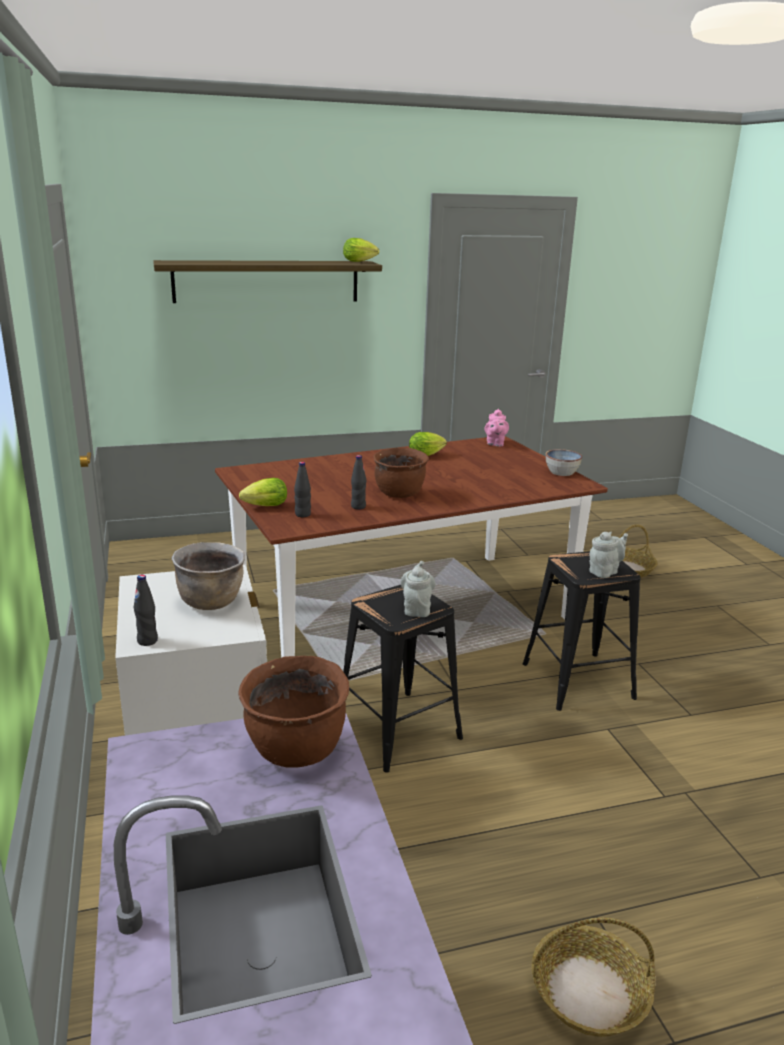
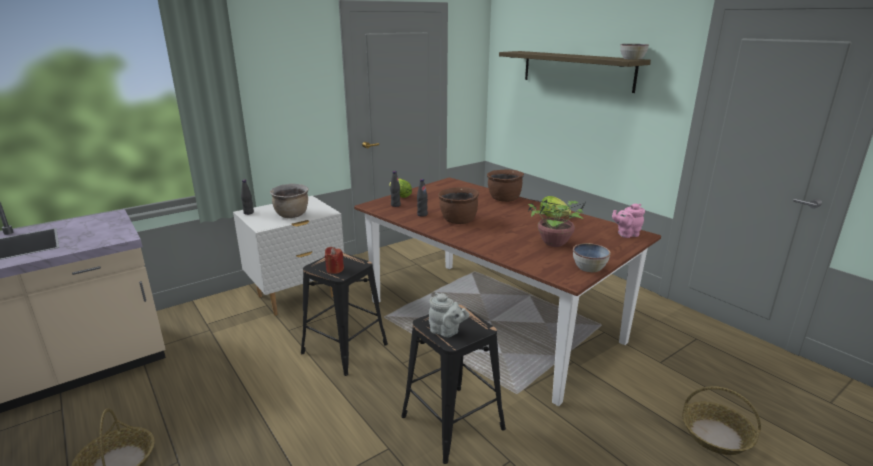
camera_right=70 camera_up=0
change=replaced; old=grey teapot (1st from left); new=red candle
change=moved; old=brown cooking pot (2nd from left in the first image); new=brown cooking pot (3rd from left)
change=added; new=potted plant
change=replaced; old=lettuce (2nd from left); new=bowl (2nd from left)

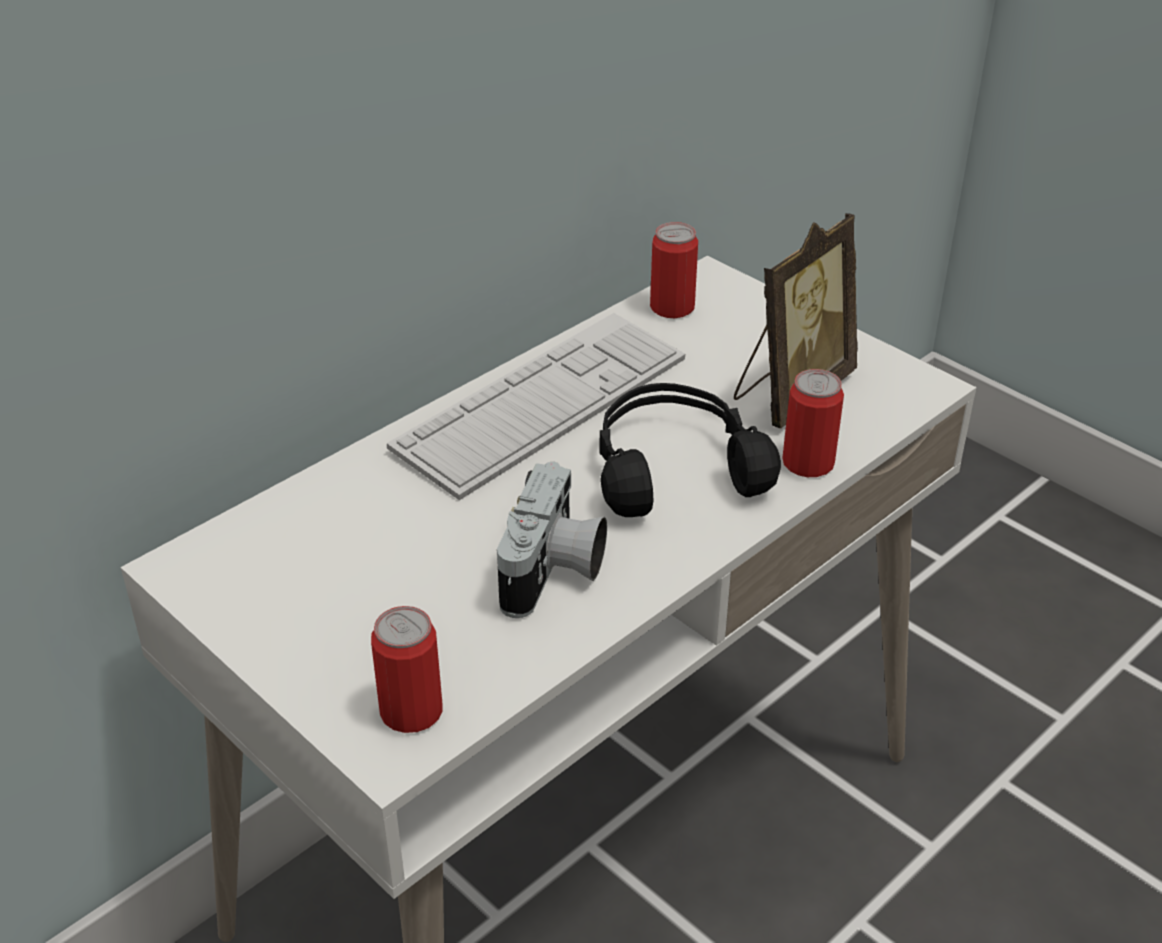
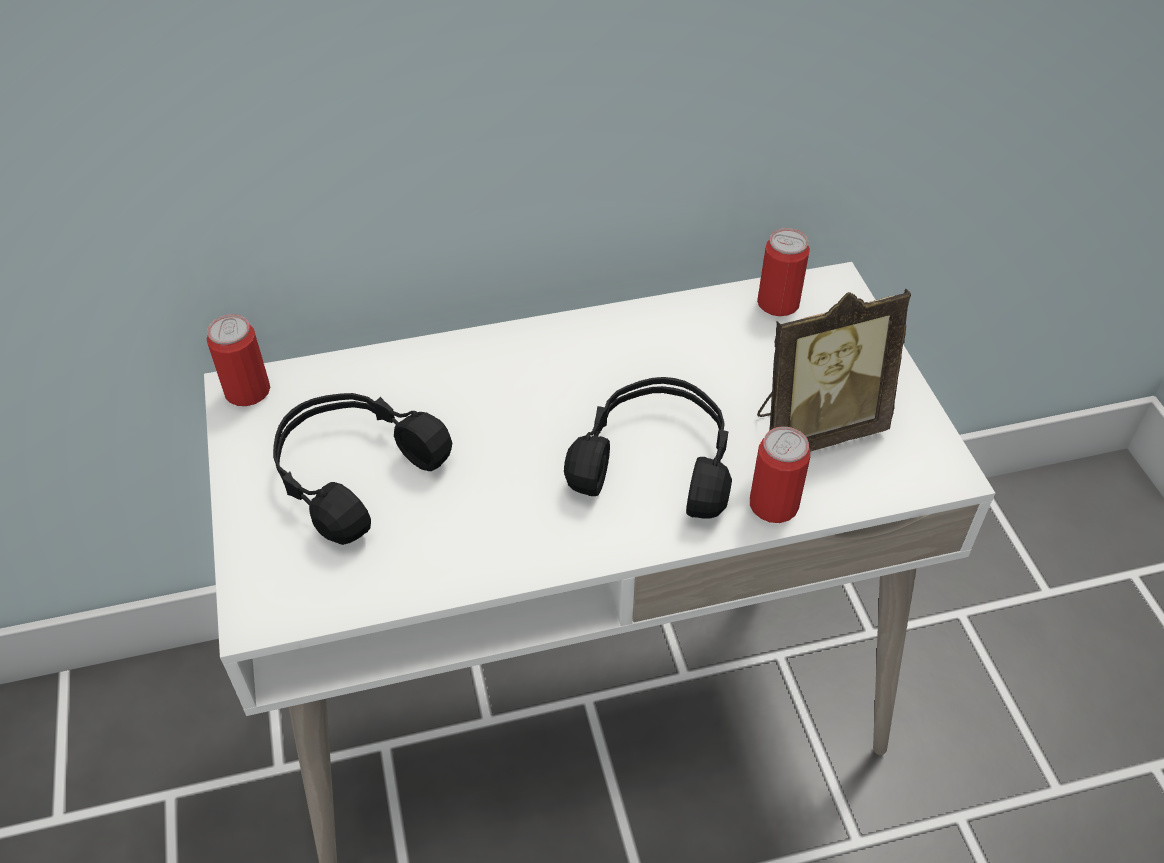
camera_right=30 camera_up=10
change=moved; old=can (1st from left)
change=added; new=black headphones (1st from left)
change=removed; old=keyboard
change=removed; old=photo camera

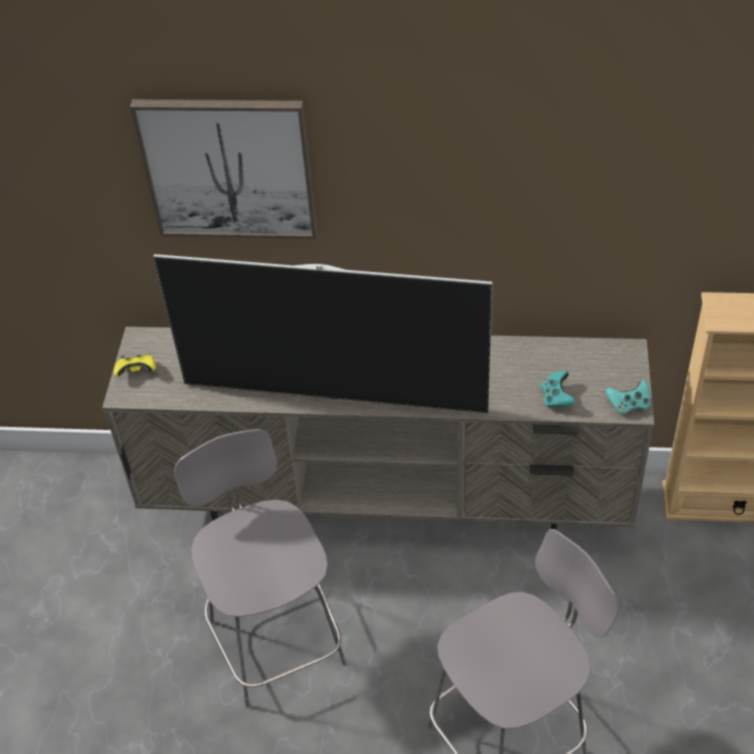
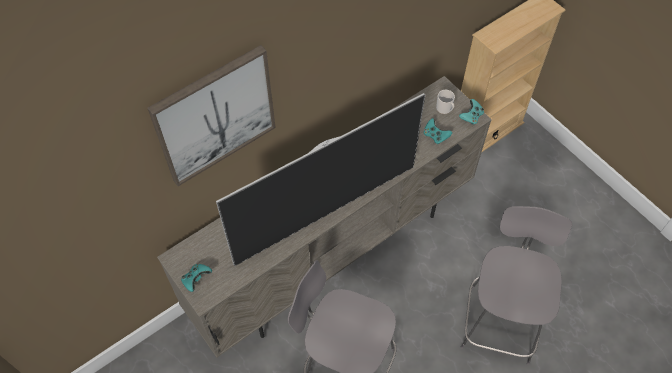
camera_right=-45 camera_up=10
change=recoloured; old=yellow game controller; new=turquoise game controller (1st from left)
change=added; new=mug

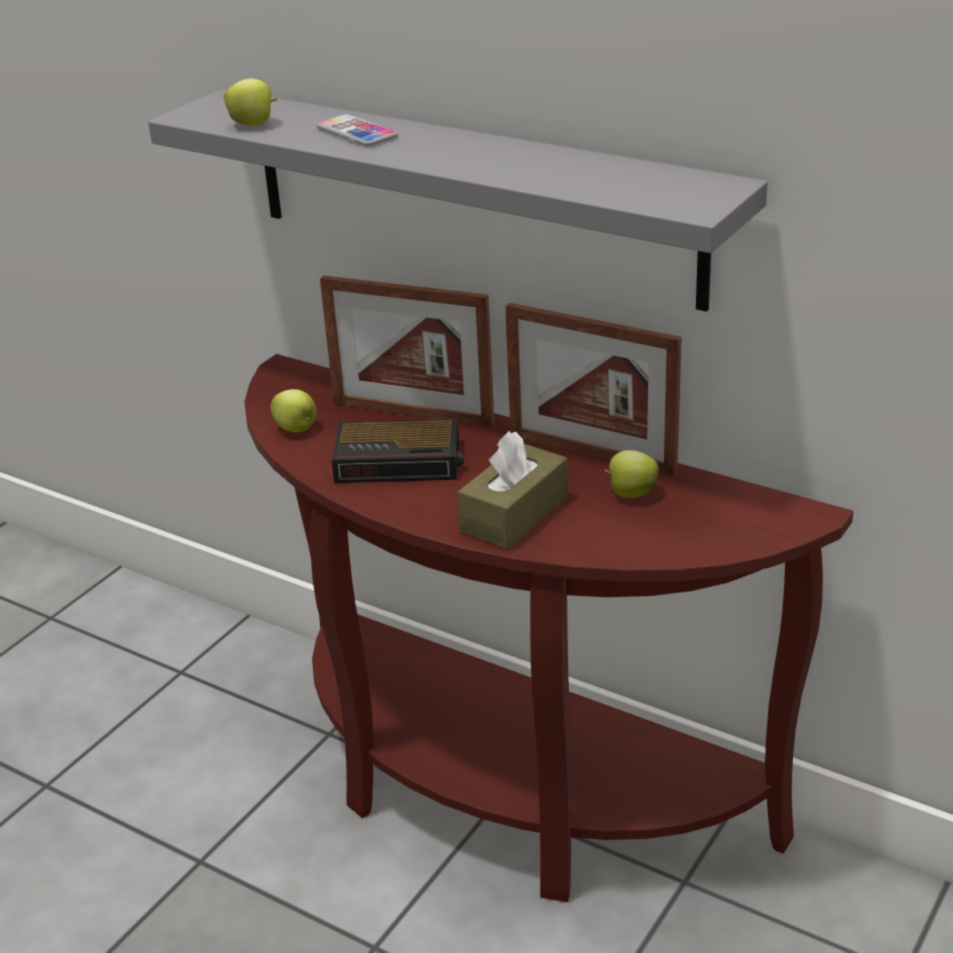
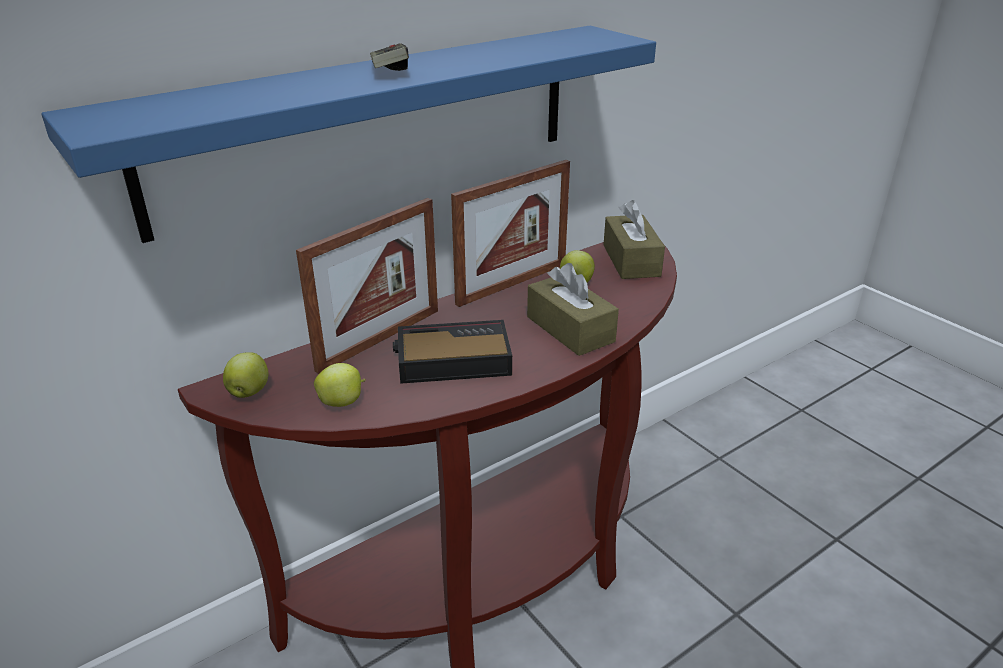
camera_right=-70 camera_up=0
change=recoloured; old=grey shelf; new=blue shelf
change=moved; old=apple (1st from left)
change=added; new=game controller
change=turned; old=alarm clock; degrees=-120
change=added; new=brown tissue box (2nd from left)
change=removed; old=phone

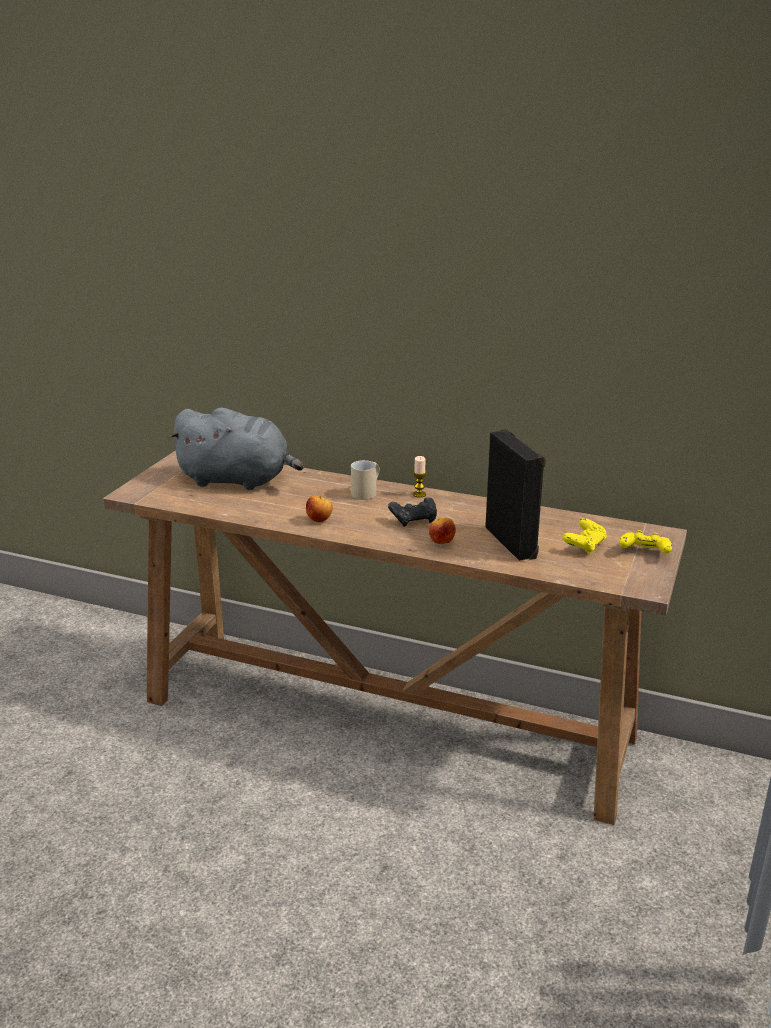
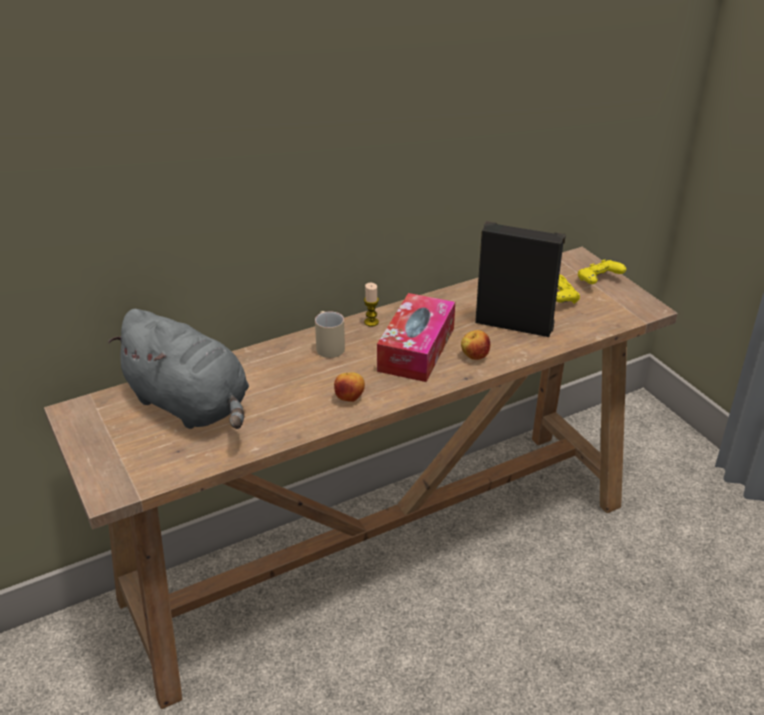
camera_right=-50 camera_up=10
change=turned; old=grey plush toy; degrees=75
change=replaced; old=black game controller; new=tissue box

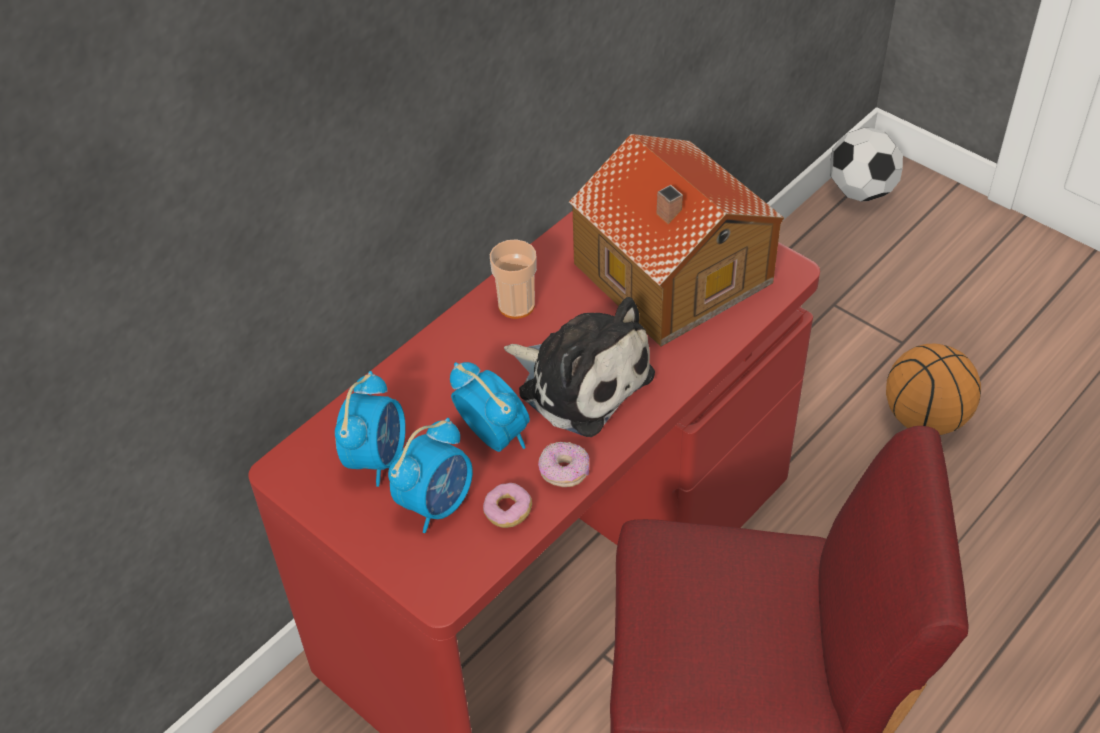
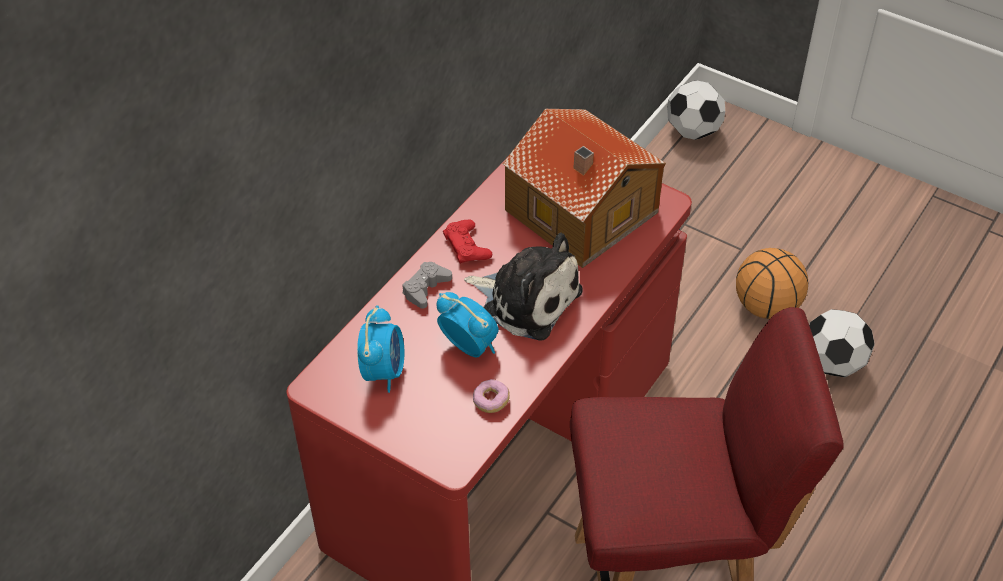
camera_right=-10 camera_up=0
change=added; new=grey game controller
change=replaced; old=cup; new=red game controller
change=added; new=football (2nd from left)
change=removed; old=alarm clock (2nd from left)
change=removed; old=donut (2nd from left)

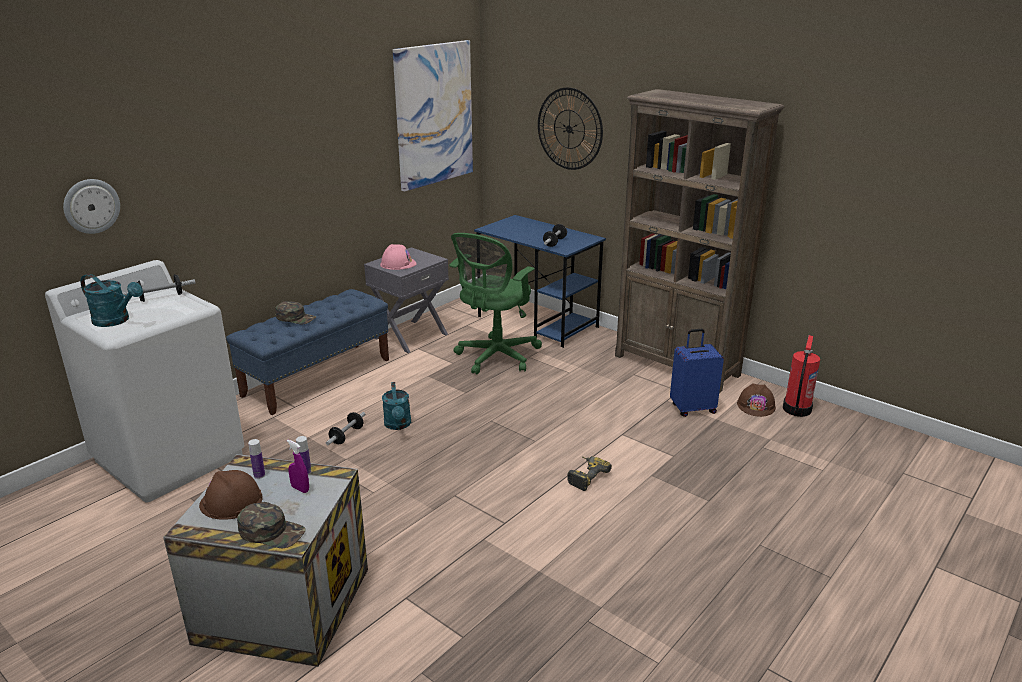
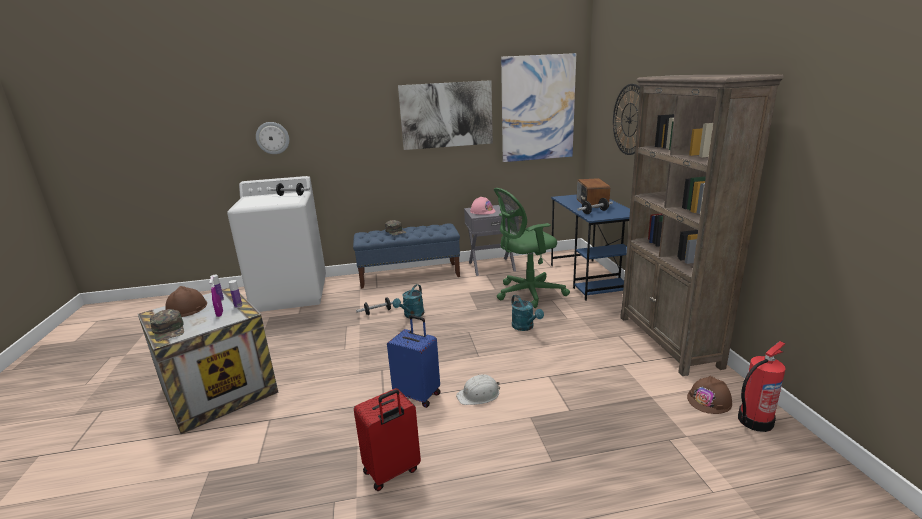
camera_right=40 camera_up=-5
change=added; new=red suitcase
change=moved; old=blue suitcase
change=added; new=picture (1st from left)
change=replaced; old=power drill; new=white hard hat
change=moved; old=turquoise watering can (1st from left in the first image); new=turquoise watering can (2nd from left)
change=added; new=radio

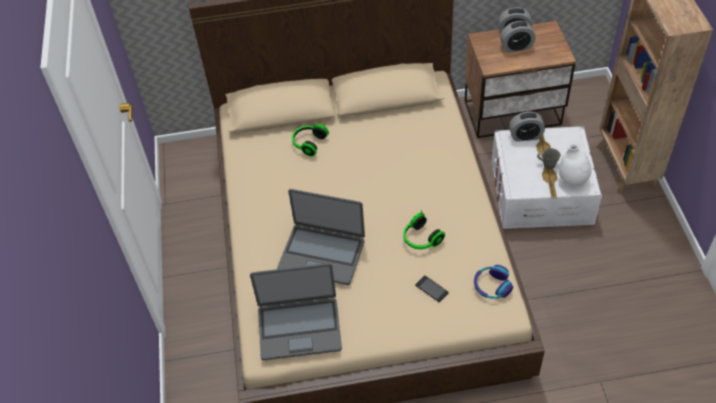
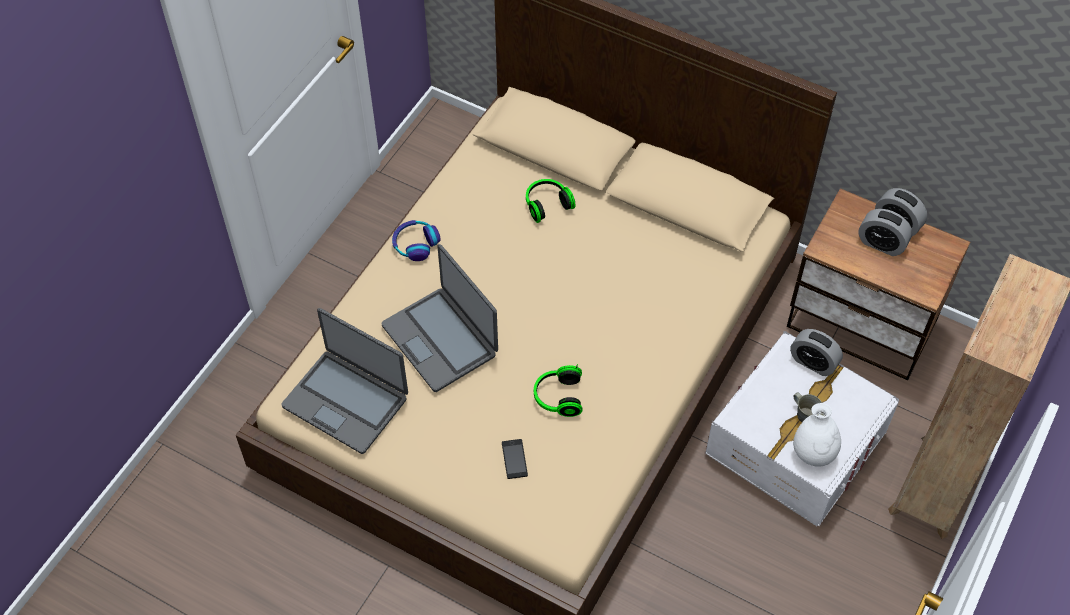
camera_right=35 camera_up=5
change=moved; old=headphones (3rd from left in the first image); new=headphones (1st from left)

